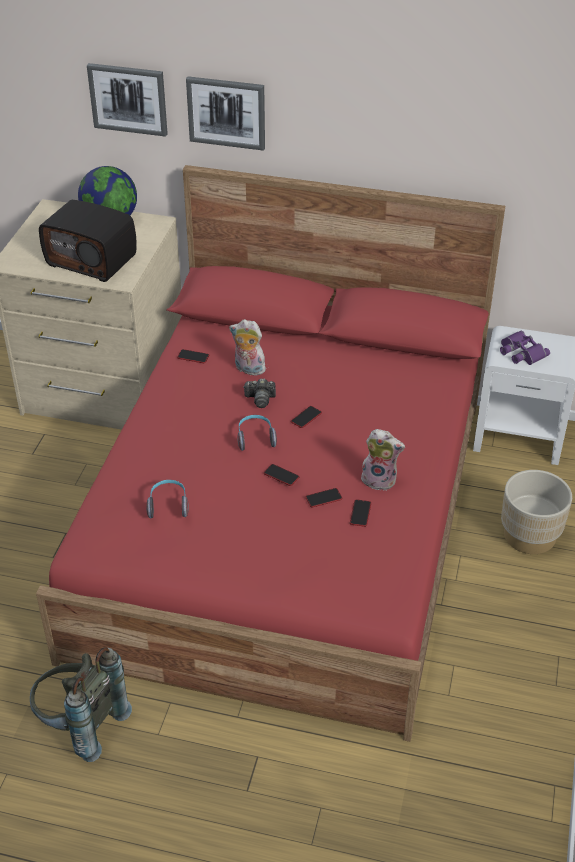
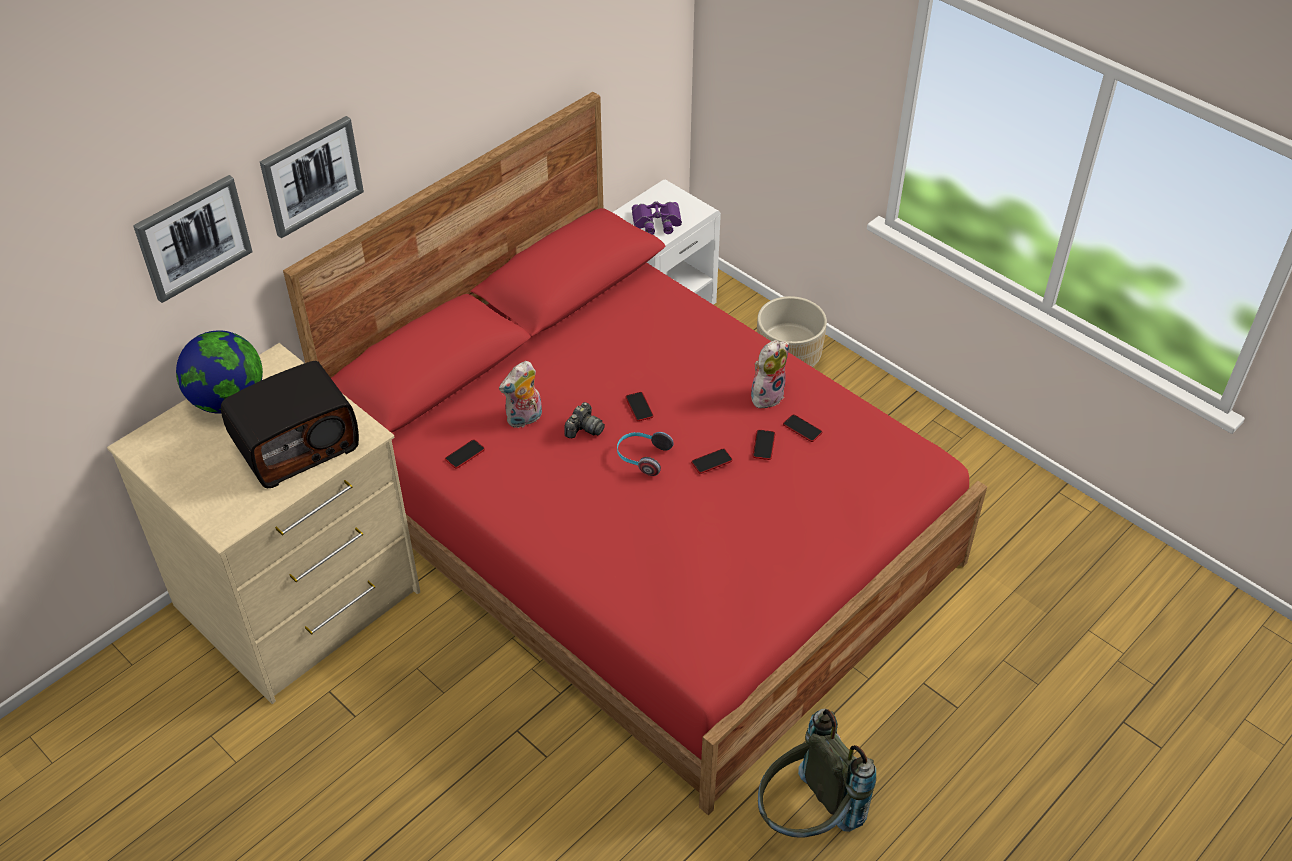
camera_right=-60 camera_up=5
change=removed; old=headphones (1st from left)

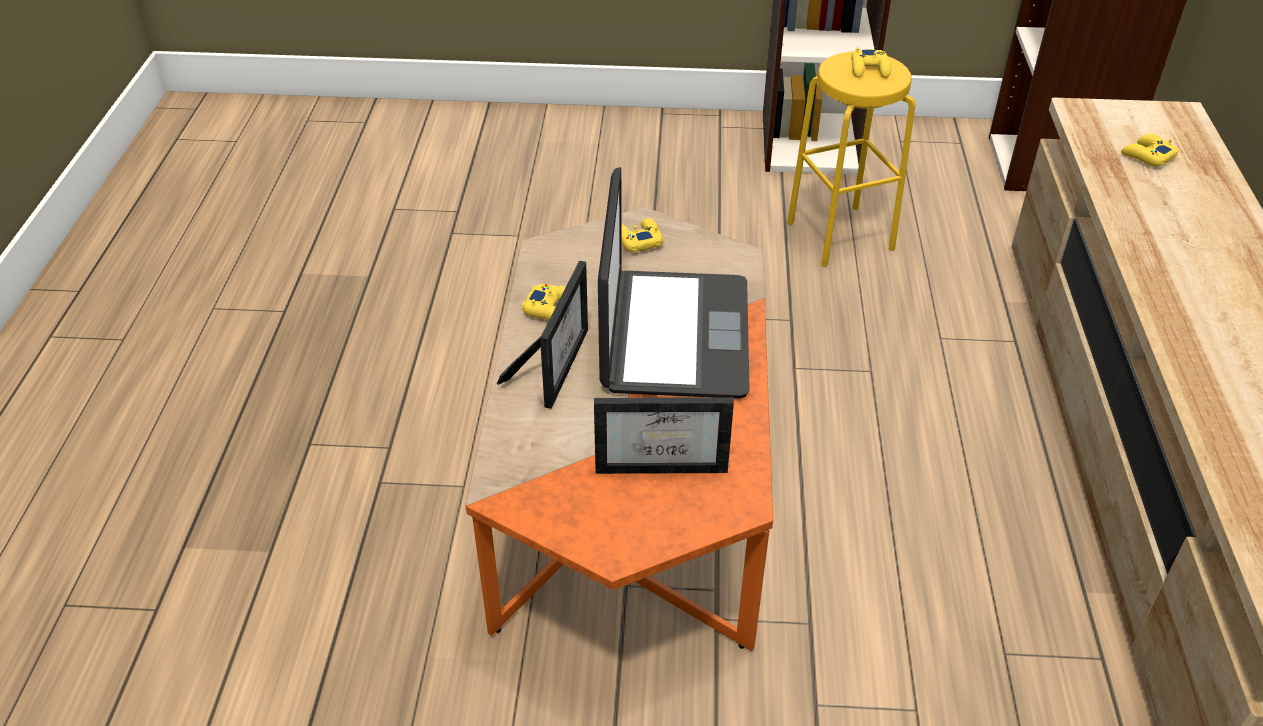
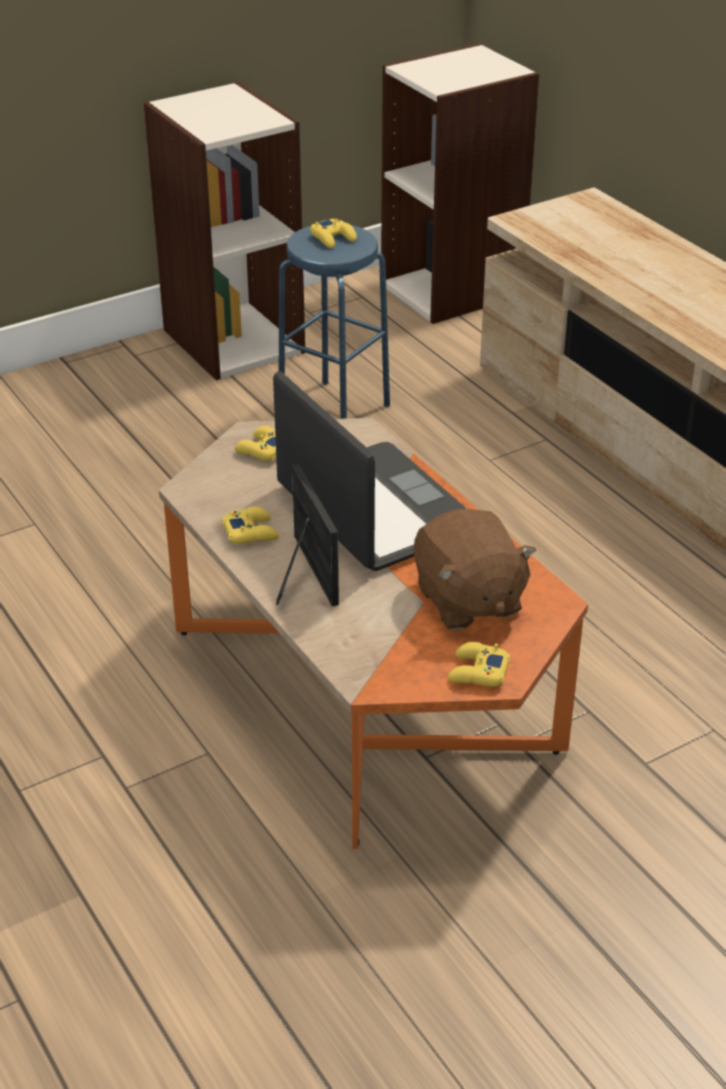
camera_right=-35 camera_up=-5
change=recoloured; old=yellow stool; new=blue stool
change=replaced; old=picture frame (2nd from left); new=brown plush toy
change=moved; old=yellow game controller (4th from left)

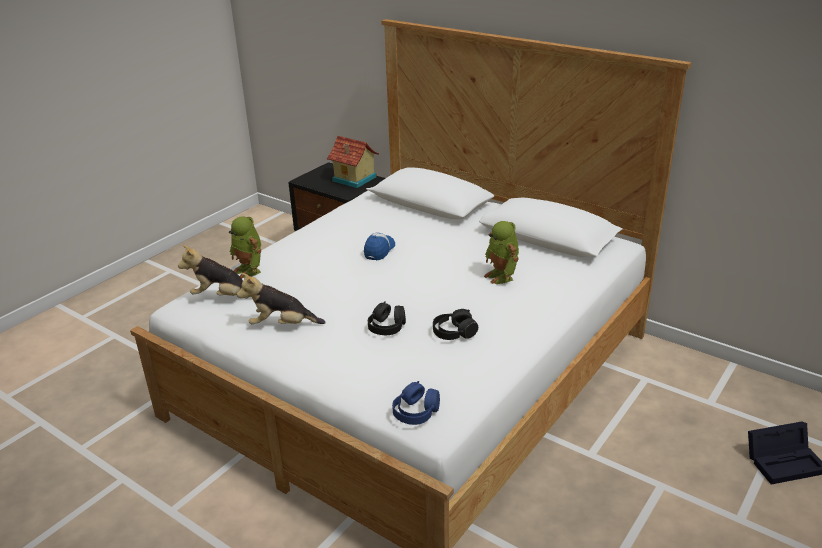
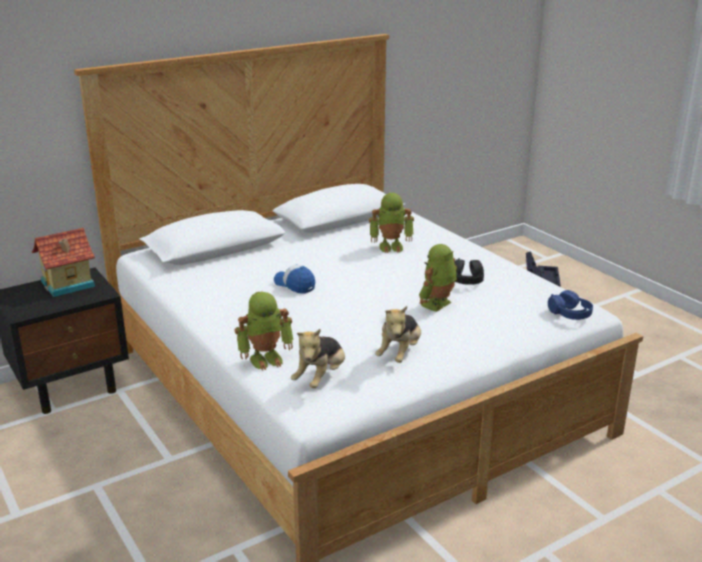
camera_right=-70 camera_up=-5
change=replaced; old=black headphones (1st from left); new=toy robot (3rd from left)

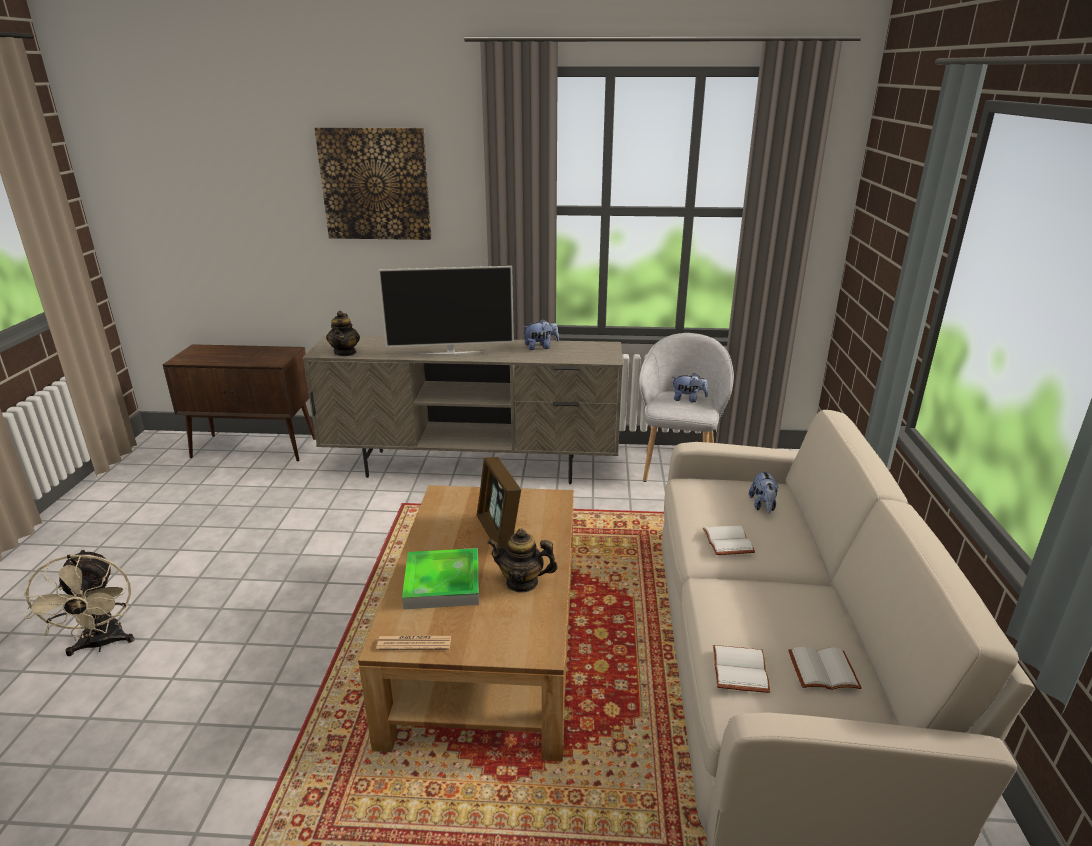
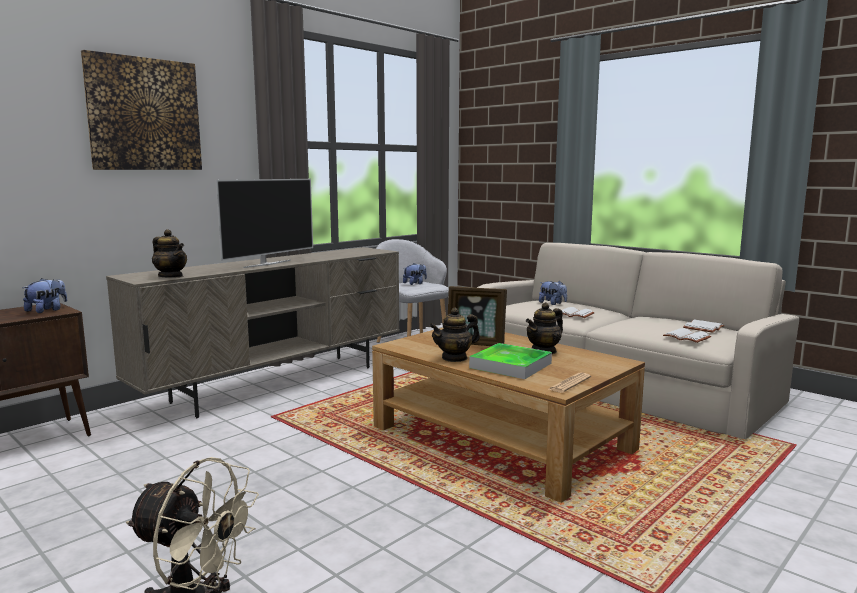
camera_right=-50 camera_up=-15
change=moved; old=plush toy (1st from left)
change=added; new=teapot (2nd from left)

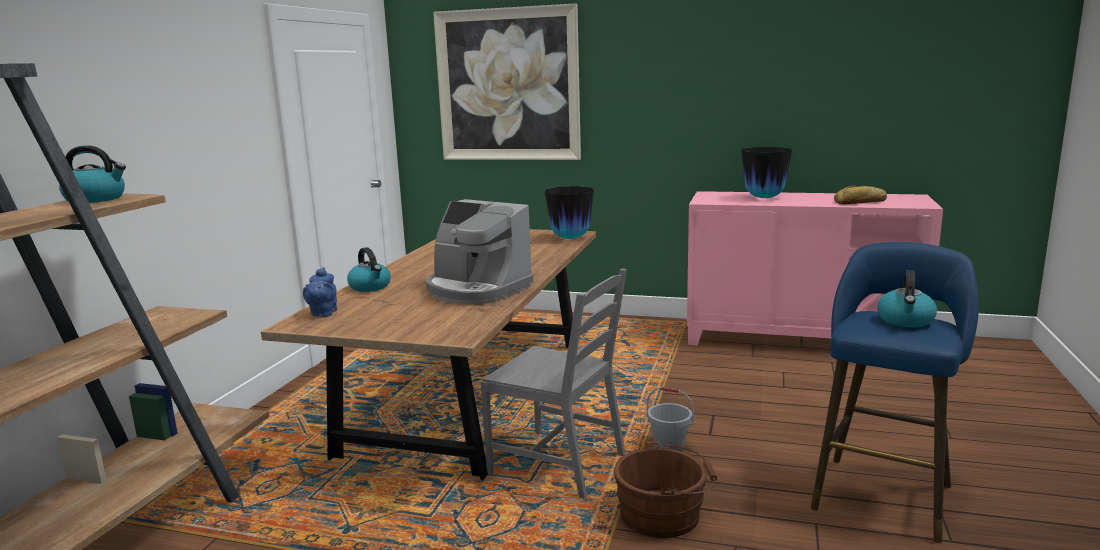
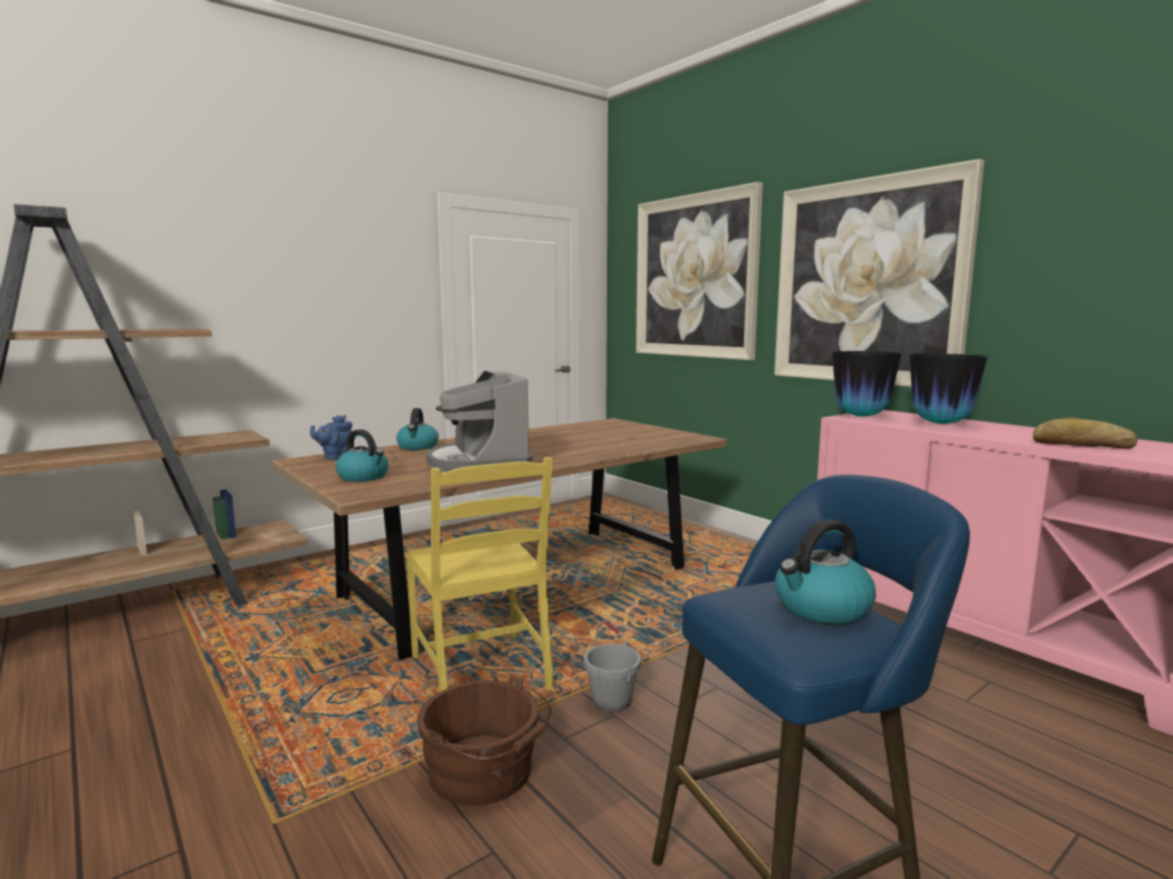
camera_right=35 camera_up=-5
change=moved; old=kettle (1st from left)
change=recoloured; old=grey chair; new=yellow chair
change=added; new=picture (2nd from left)
change=moved; old=vase (1st from left)

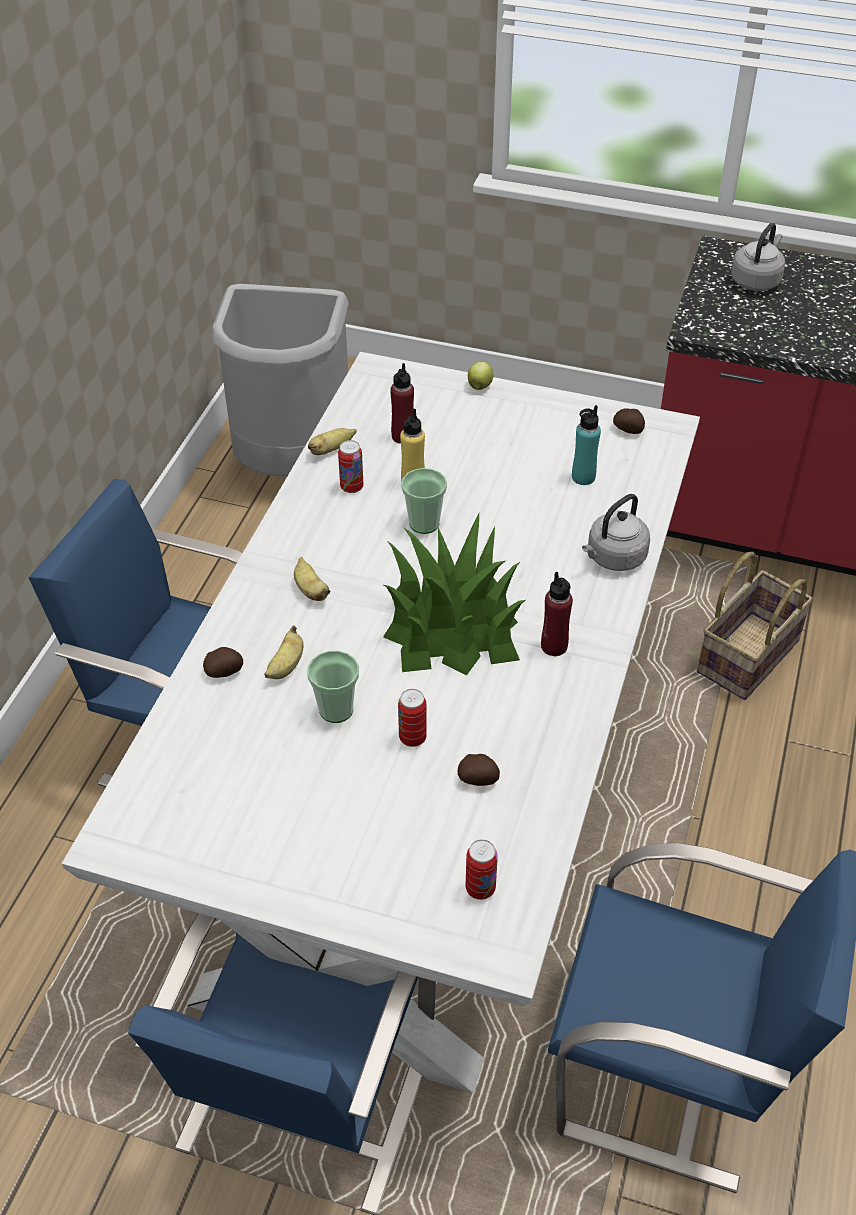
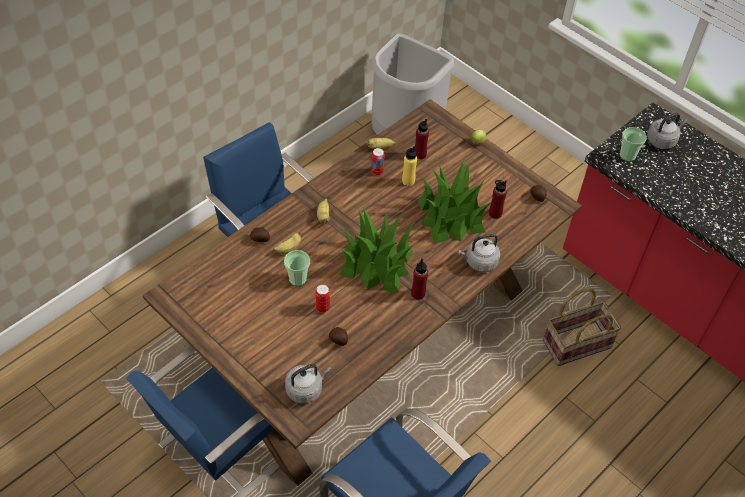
camera_right=25 camera_up=5
change=recoloured; old=white dining table; new=brown dining table
change=replaced; old=can (3rd from left); new=grey kettle (1st from left)
change=added; new=potted plant (2nd from left)
change=recoloured; old=turquoise bottle; new=red bottle (3rd from left)
change=moved; old=cup (2nd from left)

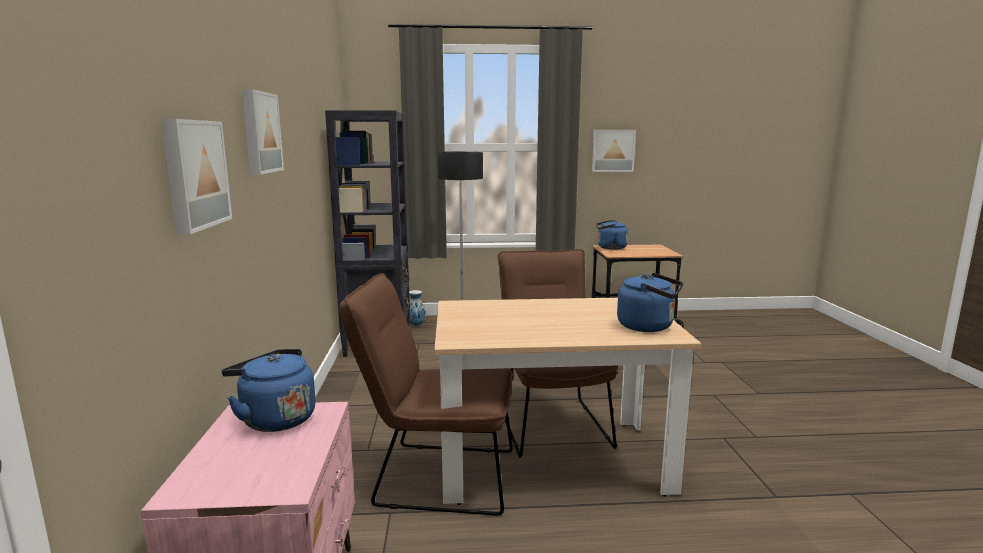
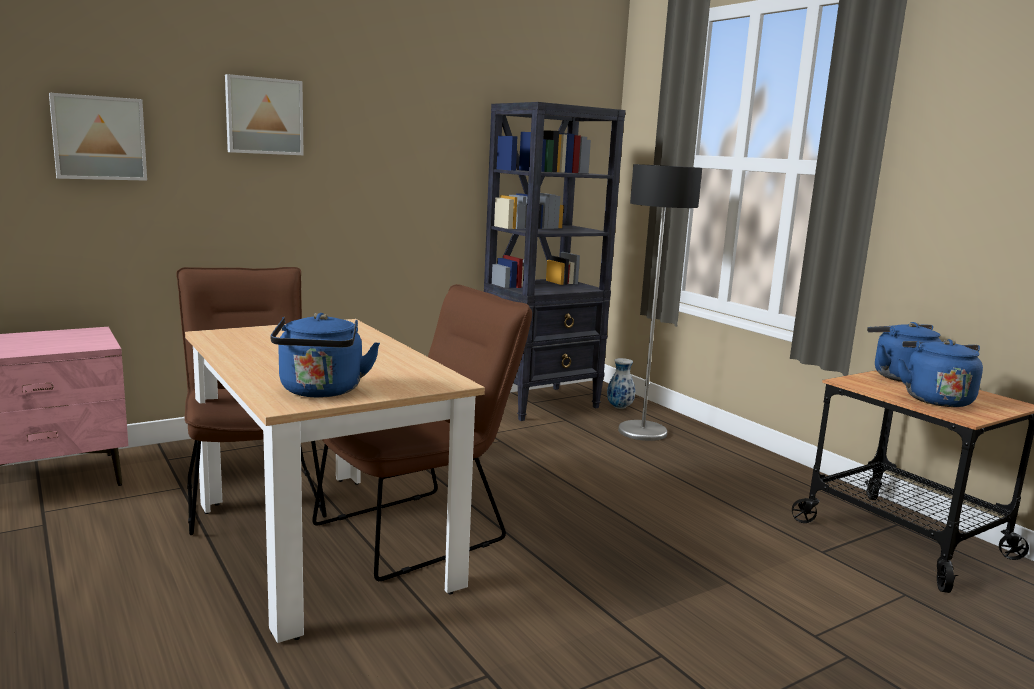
camera_right=60 camera_up=0
change=moved; old=blue kettle (1st from left in the first image); new=blue kettle (3rd from left)
change=removed; old=picture (3rd from left)

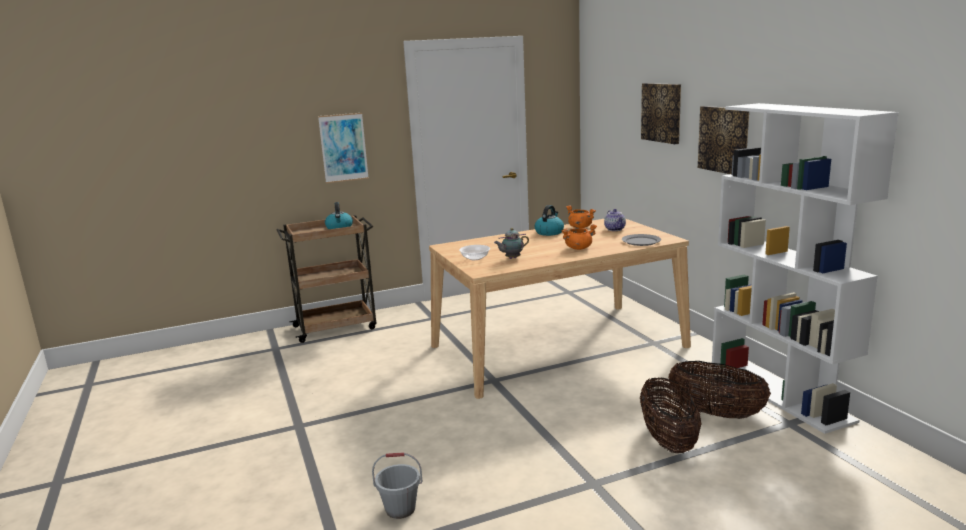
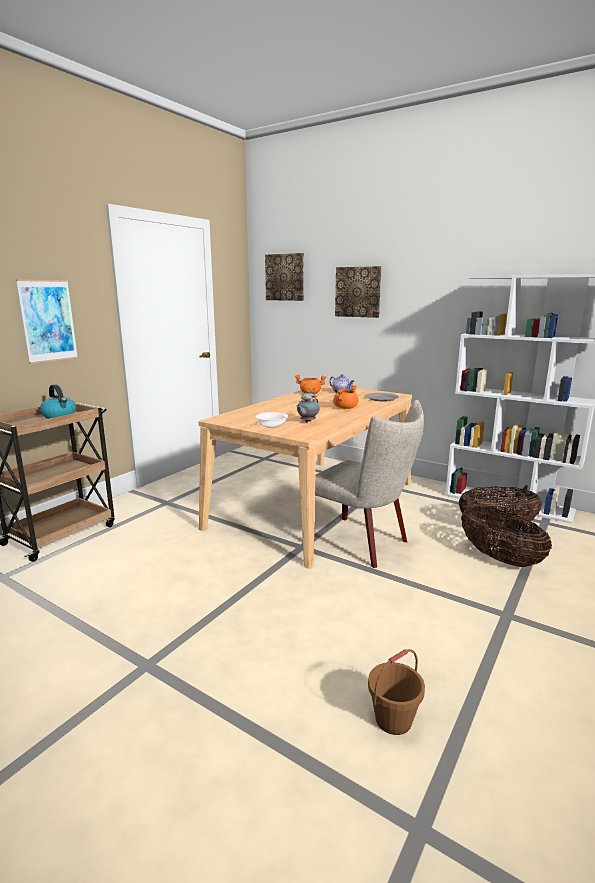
camera_right=-35 camera_up=0
change=moved; old=picture (3rd from left in the first image); new=picture (2nd from left)
change=added; new=beige chair
change=recoloured; old=grey bucket; new=brown bucket
change=removed; old=kettle (2nd from left)

